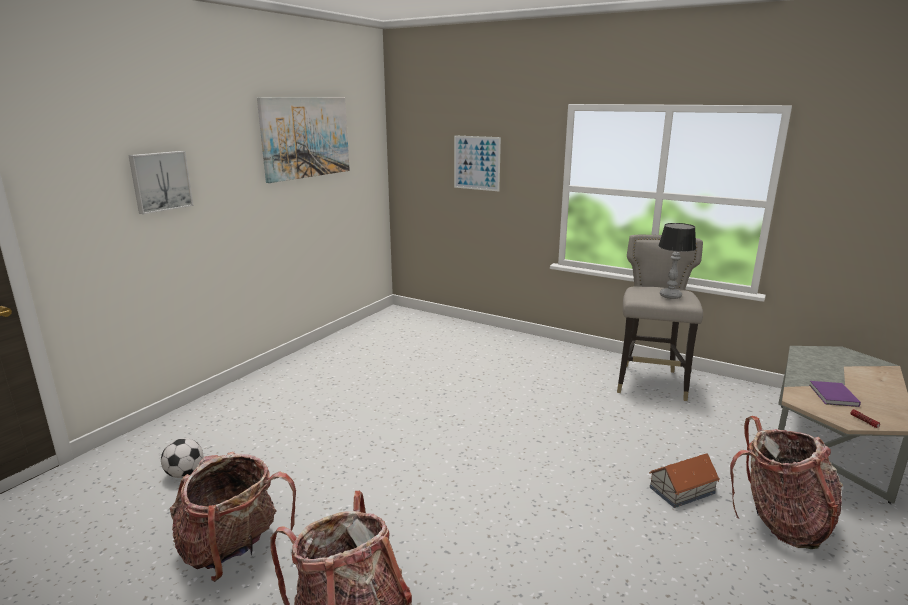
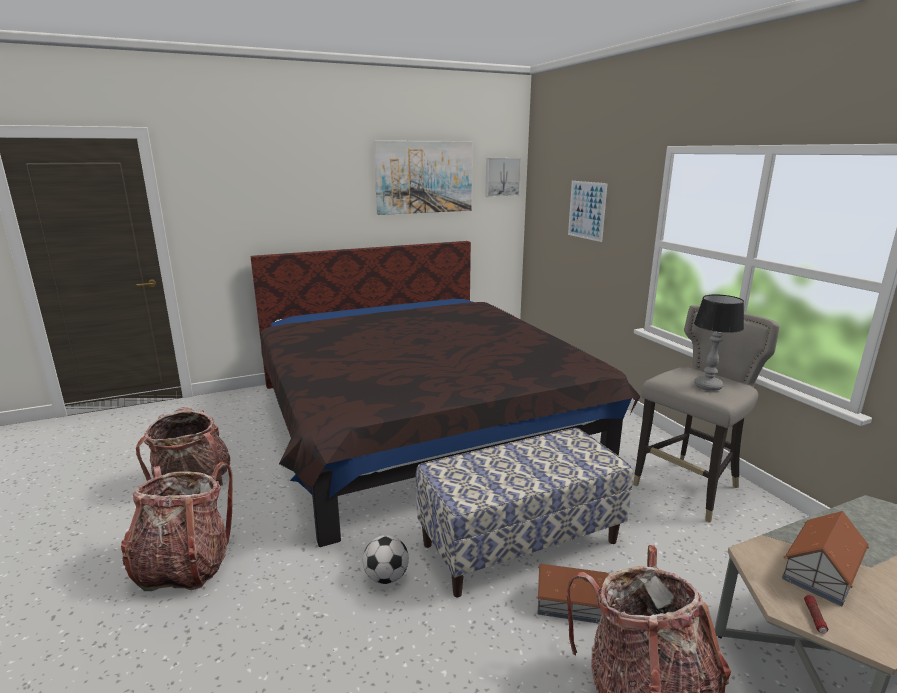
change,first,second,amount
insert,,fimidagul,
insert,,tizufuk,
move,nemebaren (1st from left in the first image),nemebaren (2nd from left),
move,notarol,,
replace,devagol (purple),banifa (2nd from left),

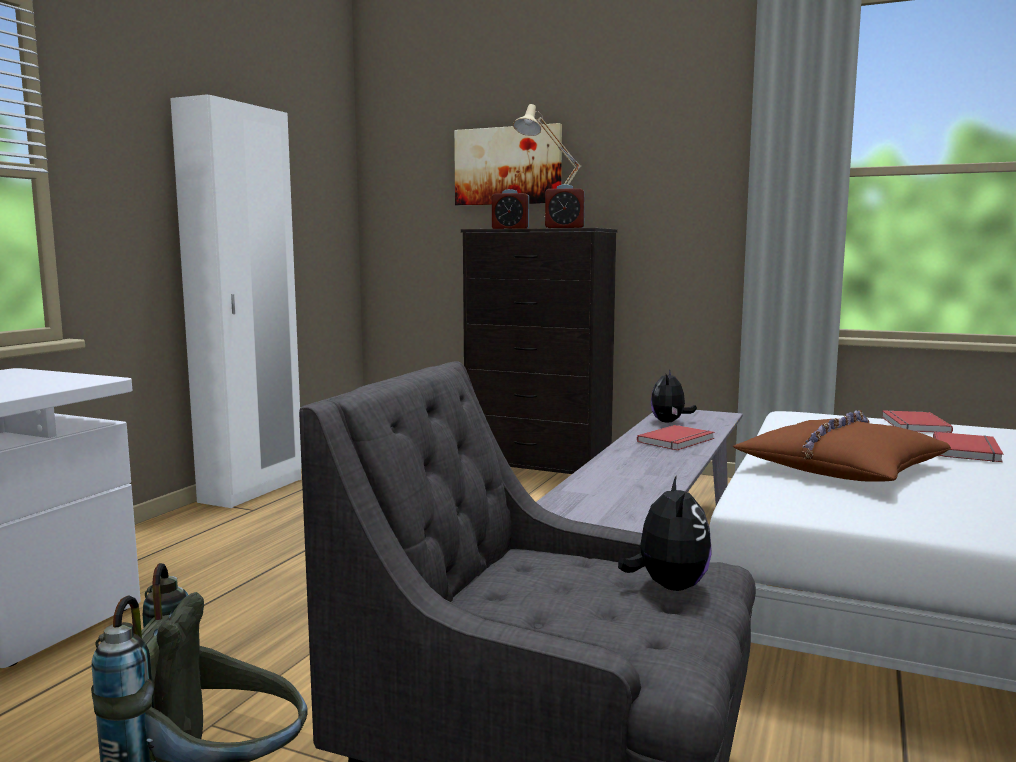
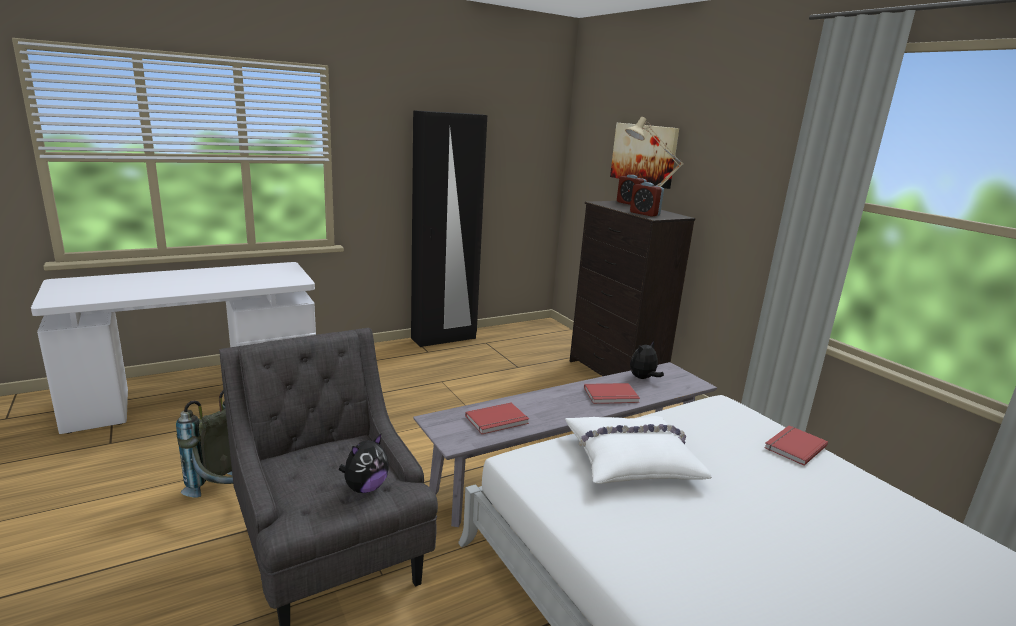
change,first,second,amount
move,devagol (red) (3rd from left in the first image),devagol (red) (1st from left),
recolor,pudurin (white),pudurin (black),
recolor,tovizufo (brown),tovizufo (white),

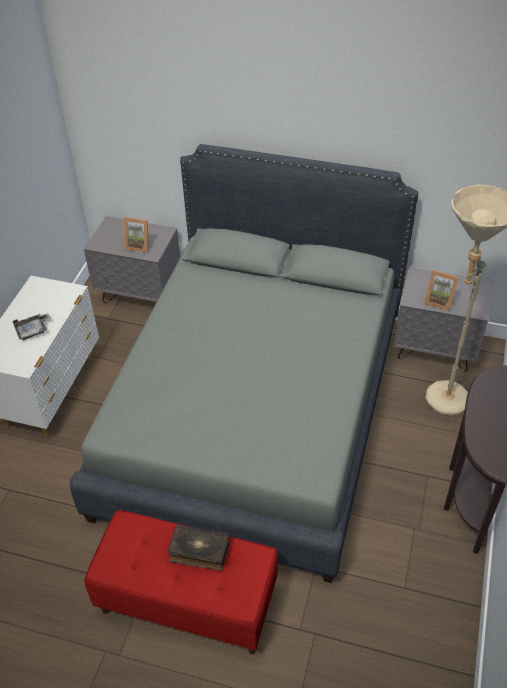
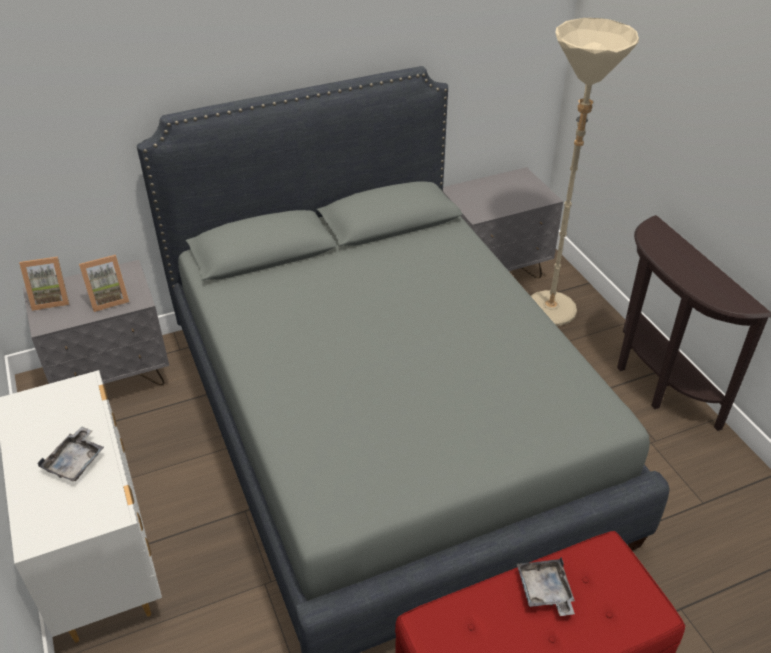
change,first,second,amount
move,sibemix (2nd from left in the first image),sibemix (1st from left),
replace,devagol,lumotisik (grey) (2nd from left),

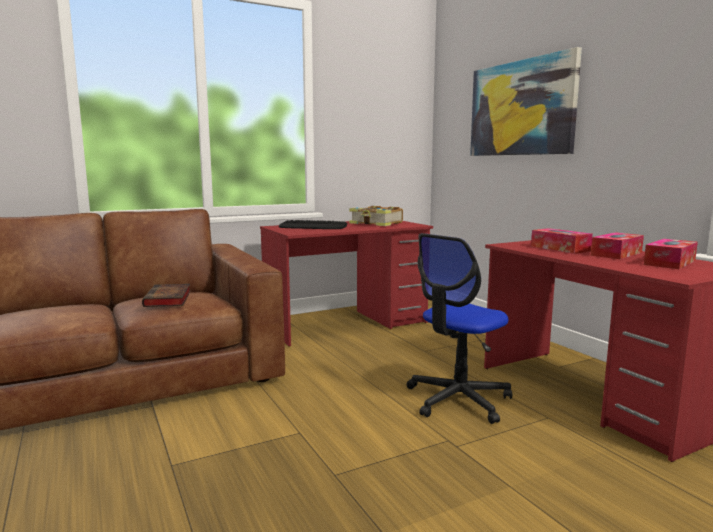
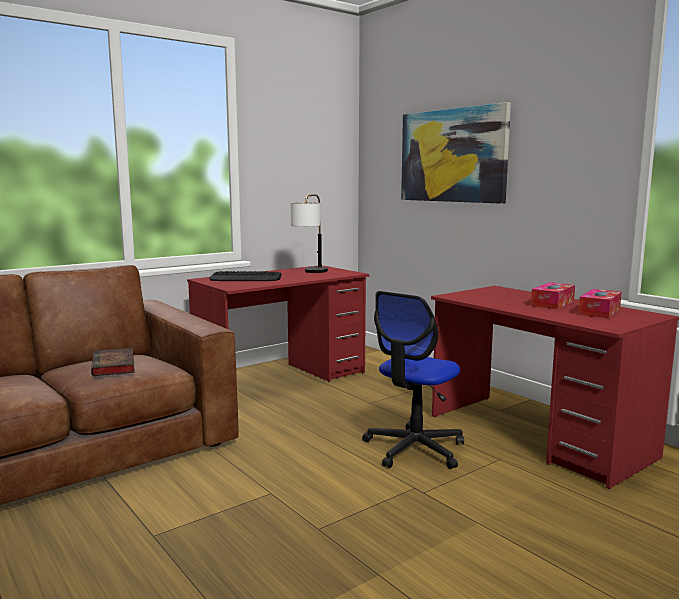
change,first,second,amount
delete,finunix (1st from left),,
replace,devagol (2nd from left),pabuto,

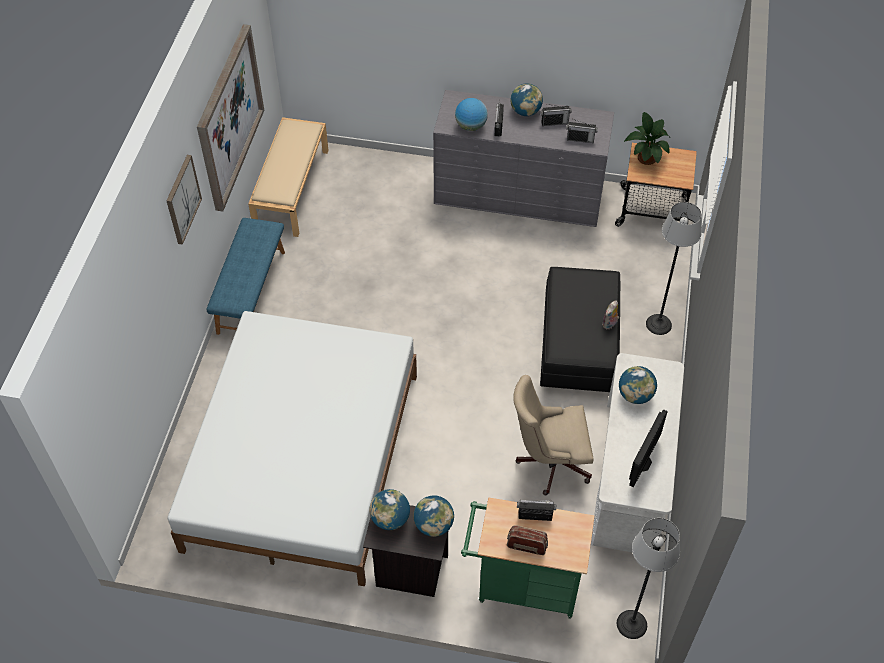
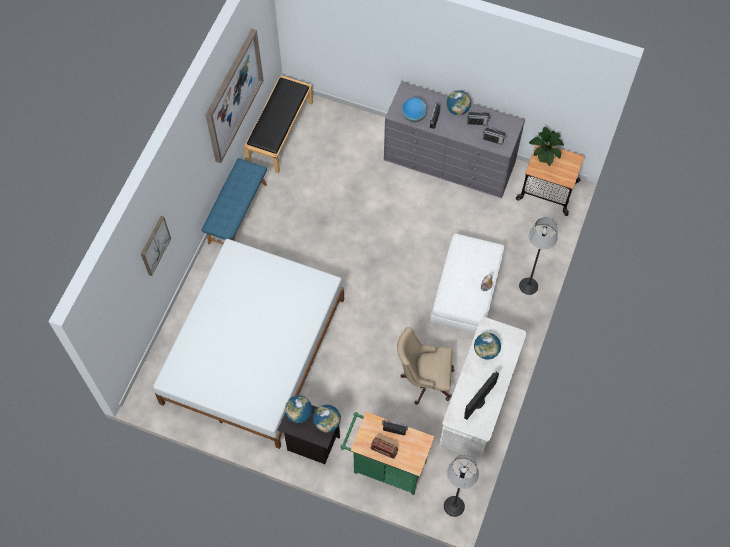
change,first,second,amount
move,nemebaren (1st from left),,
recolor,tizufuk (beige),tizufuk (black),
recolor,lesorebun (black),lesorebun (white),

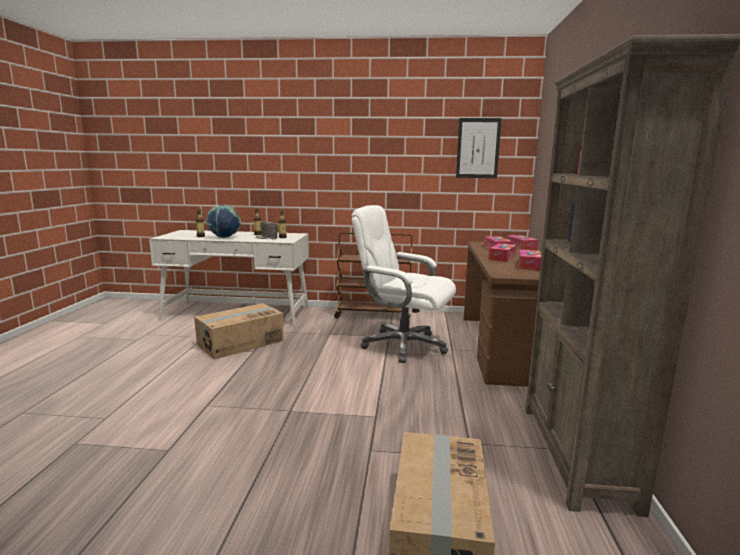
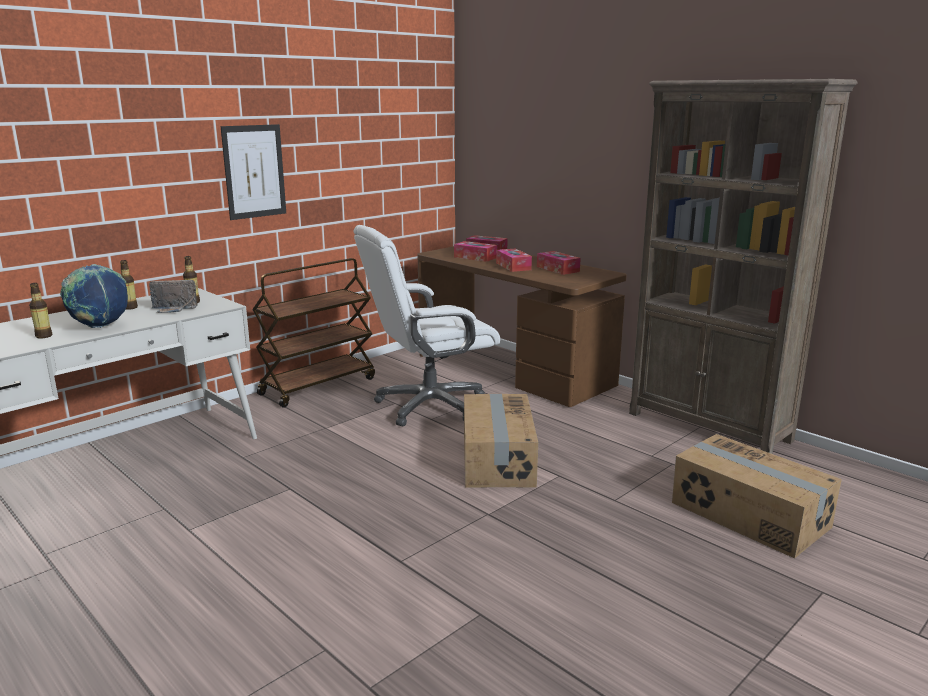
change,first,second,amount
move,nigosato (1st from left),,
move,nemebaren,,

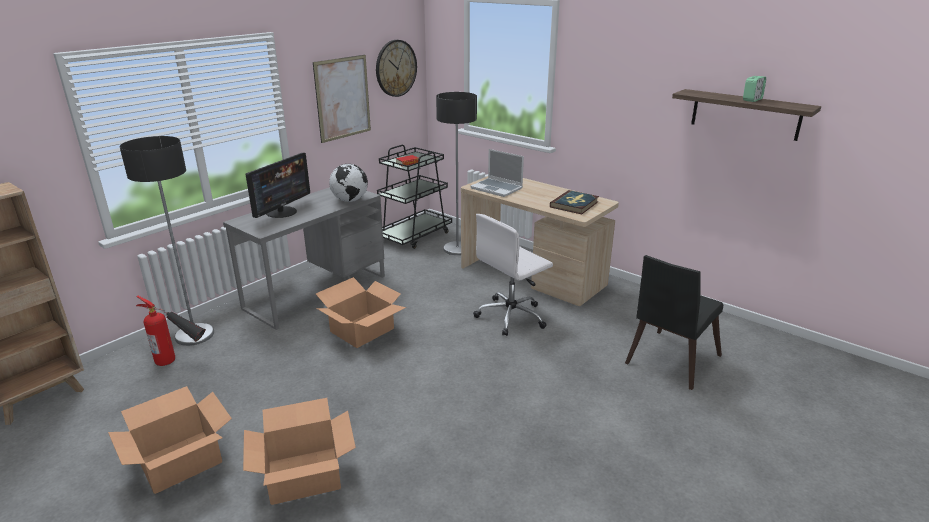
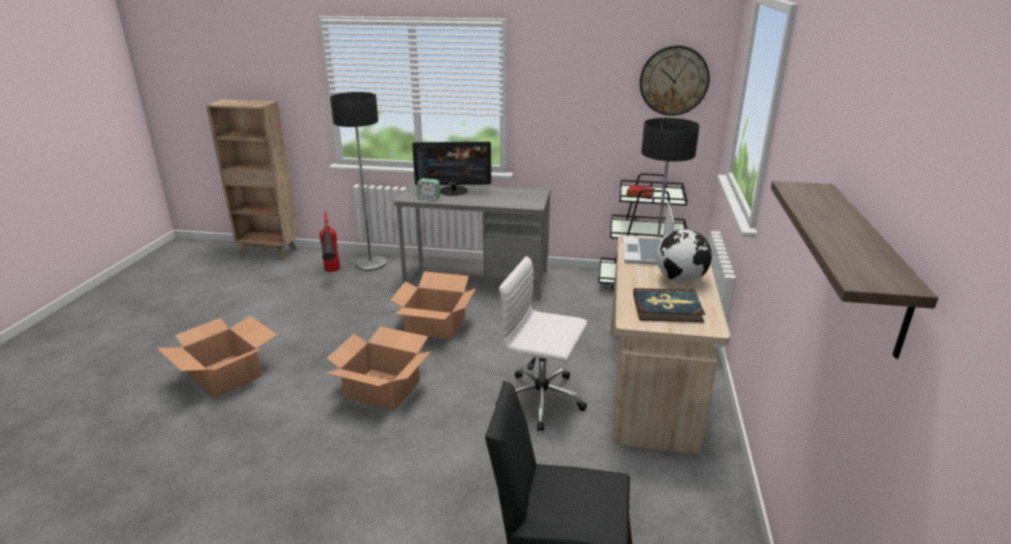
change,first,second,amount
delete,nemebaren,,
move,nigosato (1st from left in the first image),nigosato (2nd from left),
move,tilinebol,,
move,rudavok,,

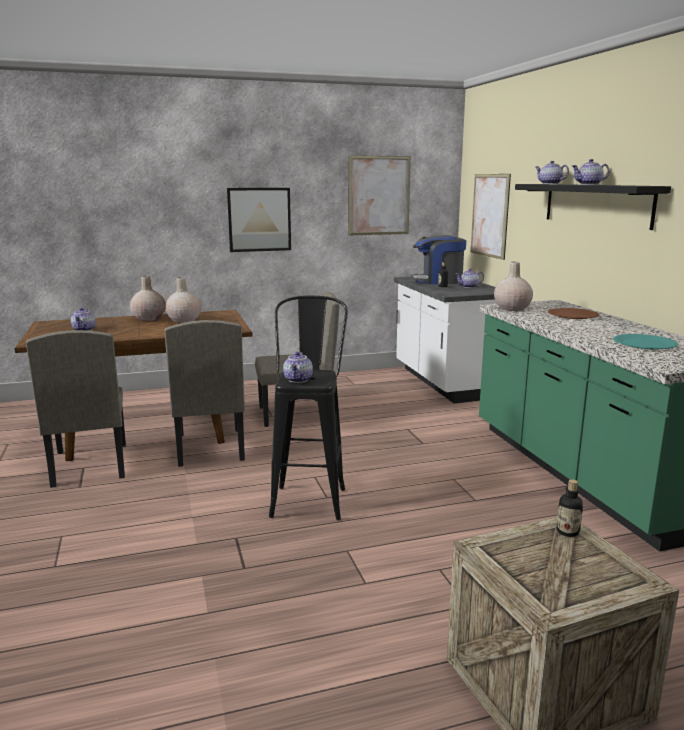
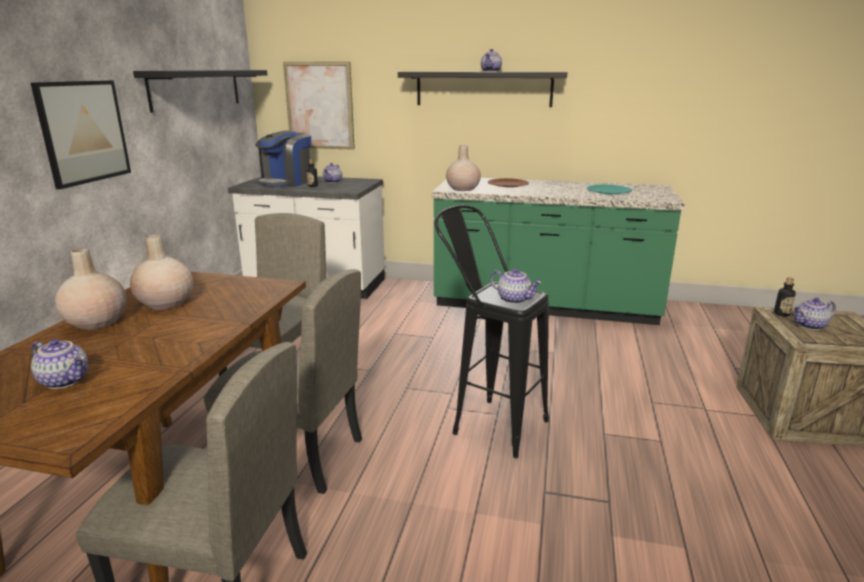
change,first,second,amount
move,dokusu (4th from left in the first image),dokusu (5th from left),
replace,nemebaren (2nd from left),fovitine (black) (1st from left),

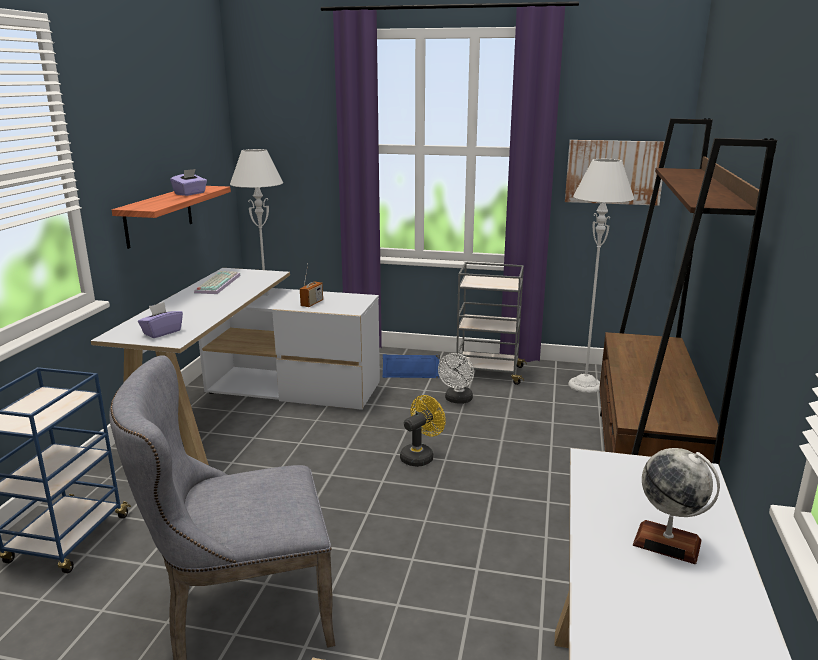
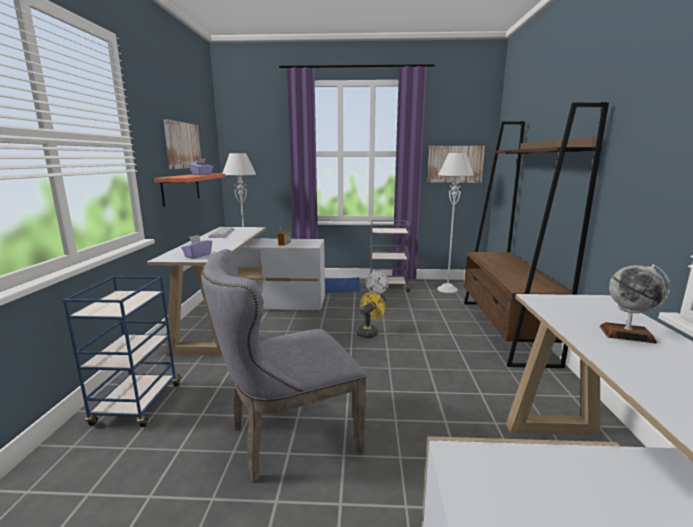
change,first,second,amount
insert,,nemebaren (1st from left),

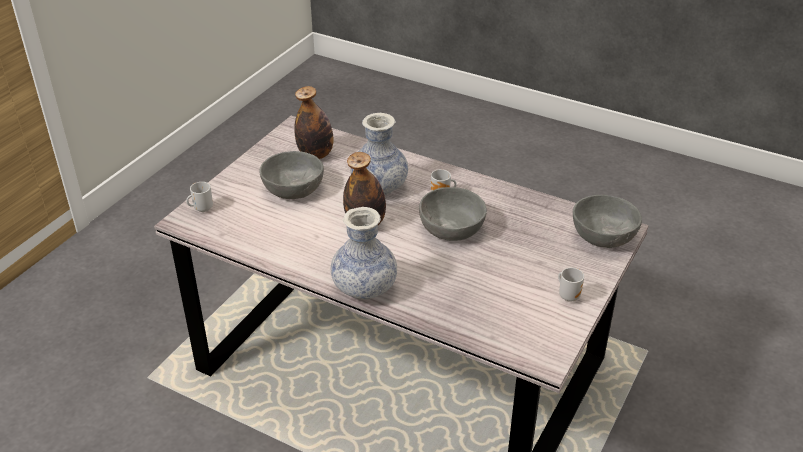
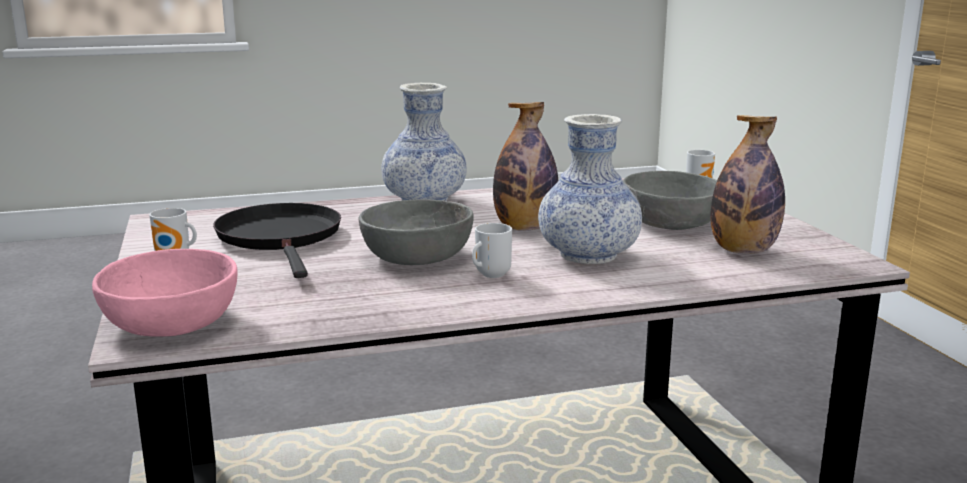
change,first,second,amount
insert,,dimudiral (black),
recolor,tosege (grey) (3rd from left),tosege (pink),

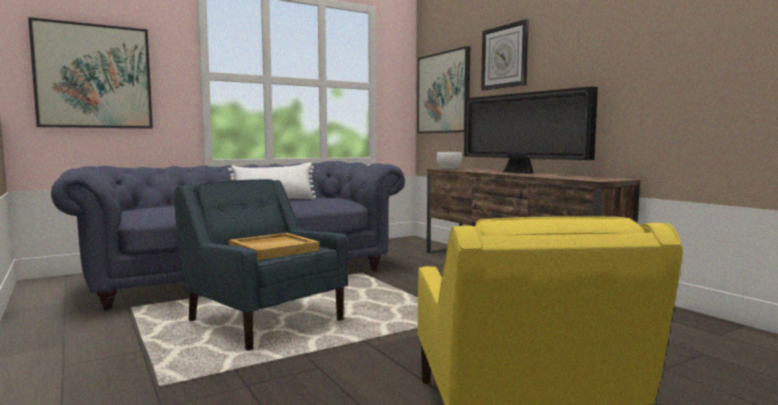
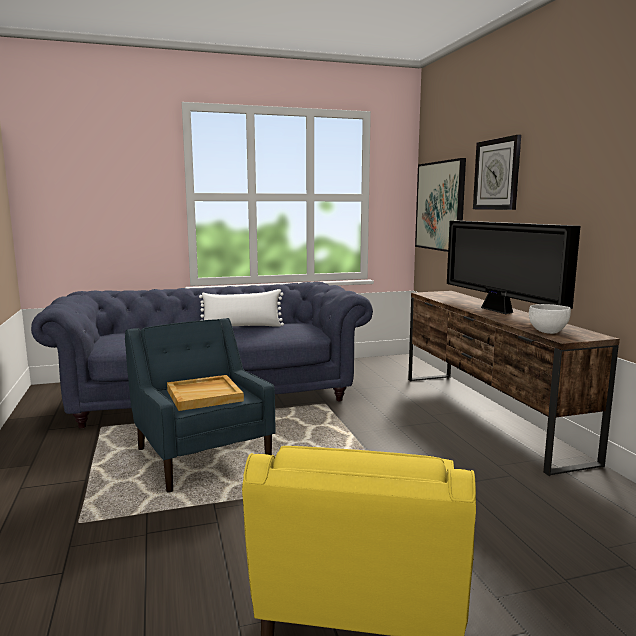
change,first,second,amount
delete,nemebaren (1st from left),,
move,tosege (white),,

